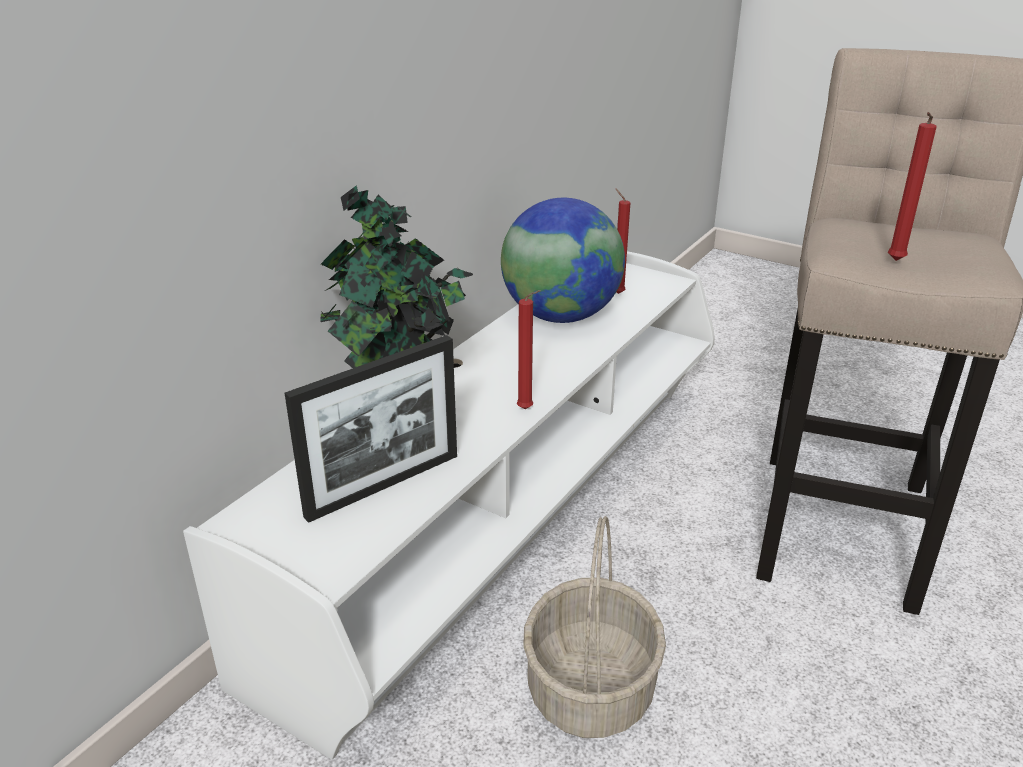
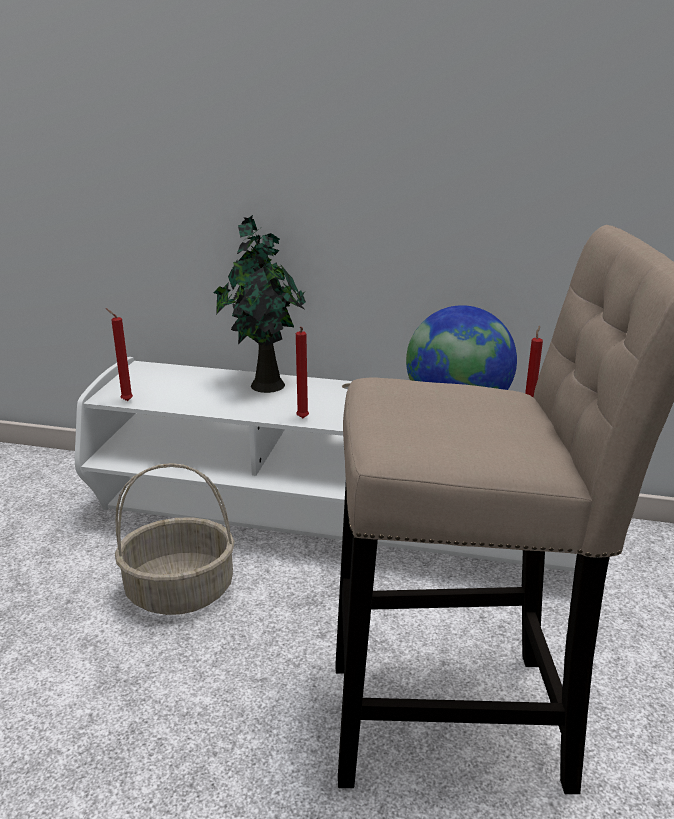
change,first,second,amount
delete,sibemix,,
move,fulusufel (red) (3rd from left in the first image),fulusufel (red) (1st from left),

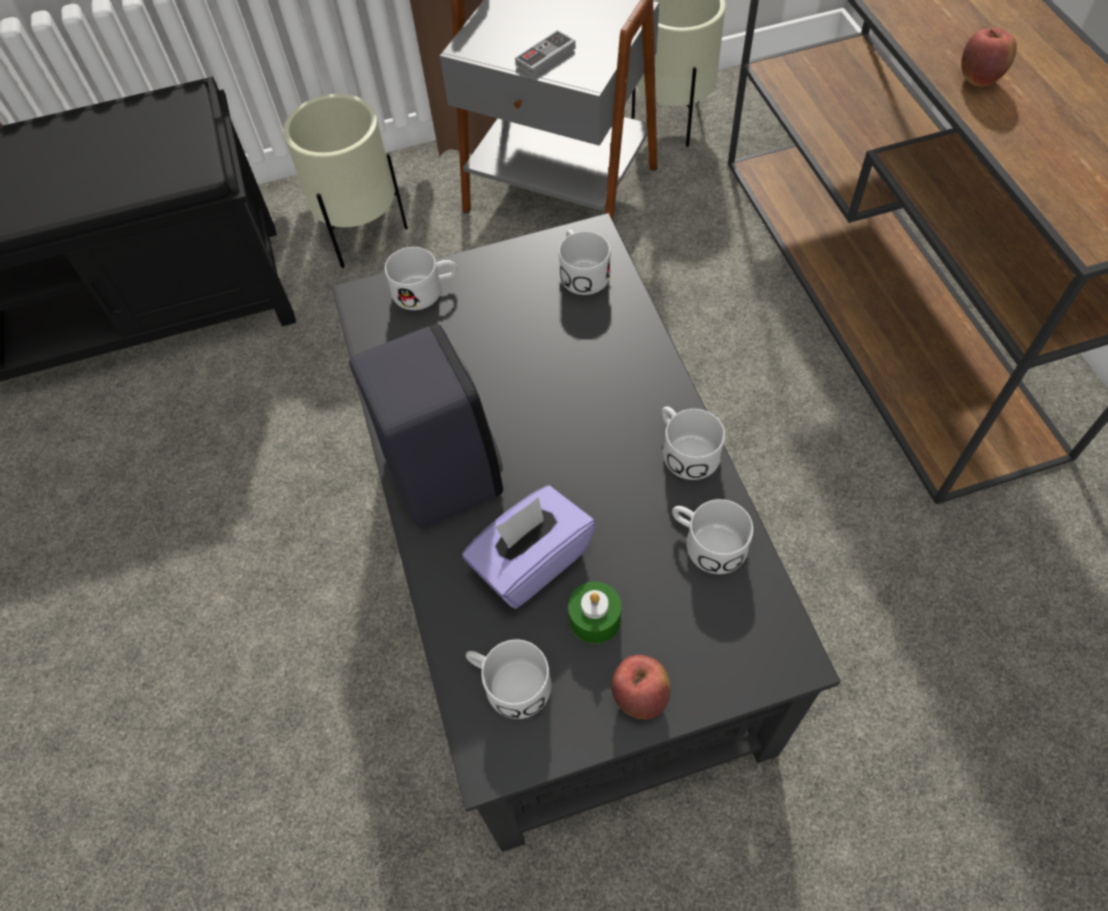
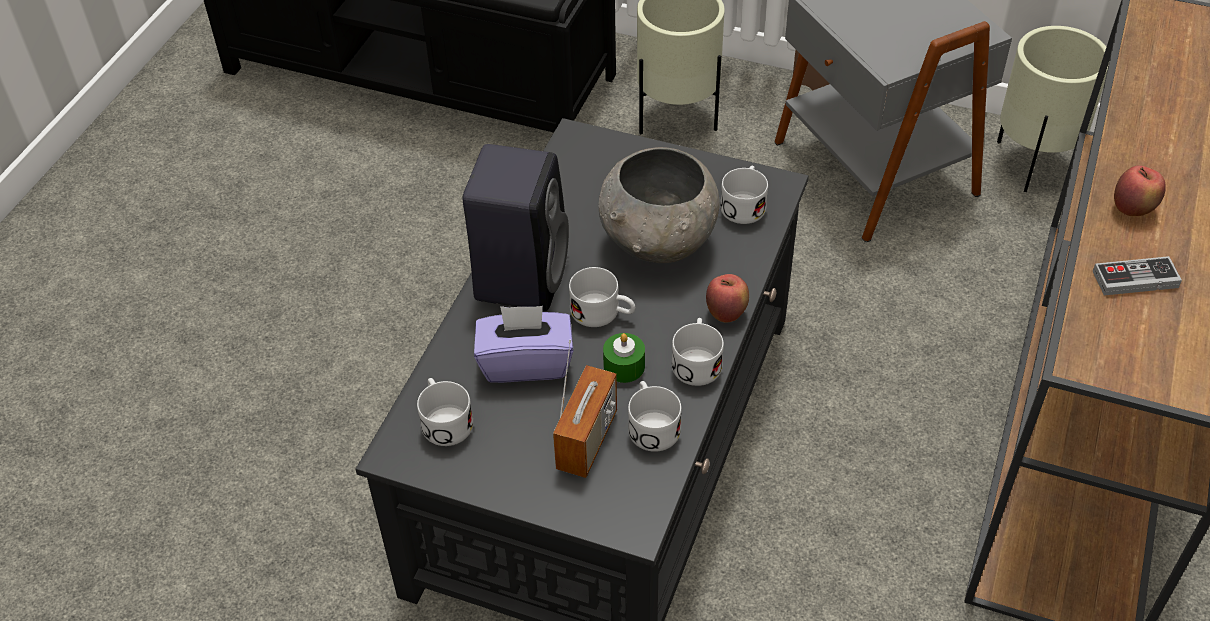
change,first,second,amount
insert,,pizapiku,
insert,,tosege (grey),
move,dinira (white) (1st from left in the first image),dinira (white) (2nd from left),
move,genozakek,,
move,fulusufel (green),,
move,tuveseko (1st from left),,

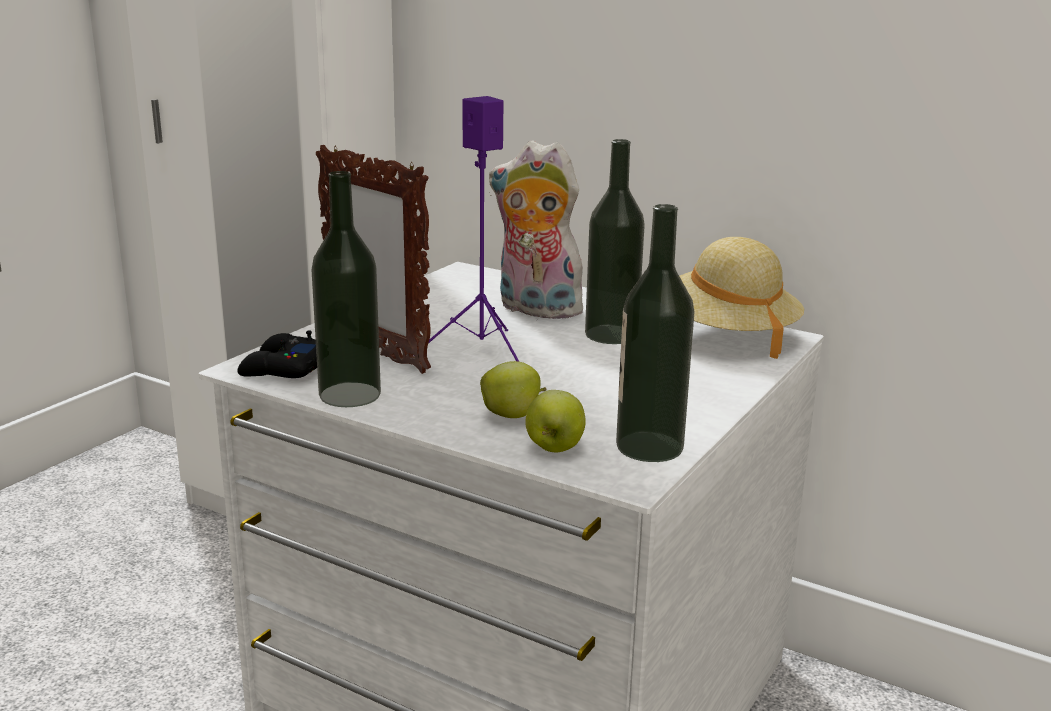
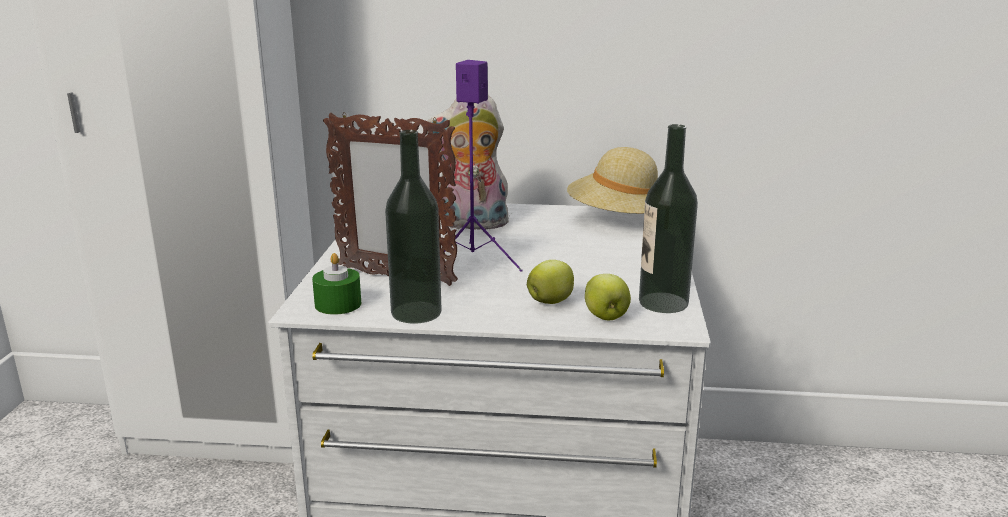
change,first,second,amount
delete,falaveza (2nd from left),,
replace,genozakek (black),fulusufel (green),

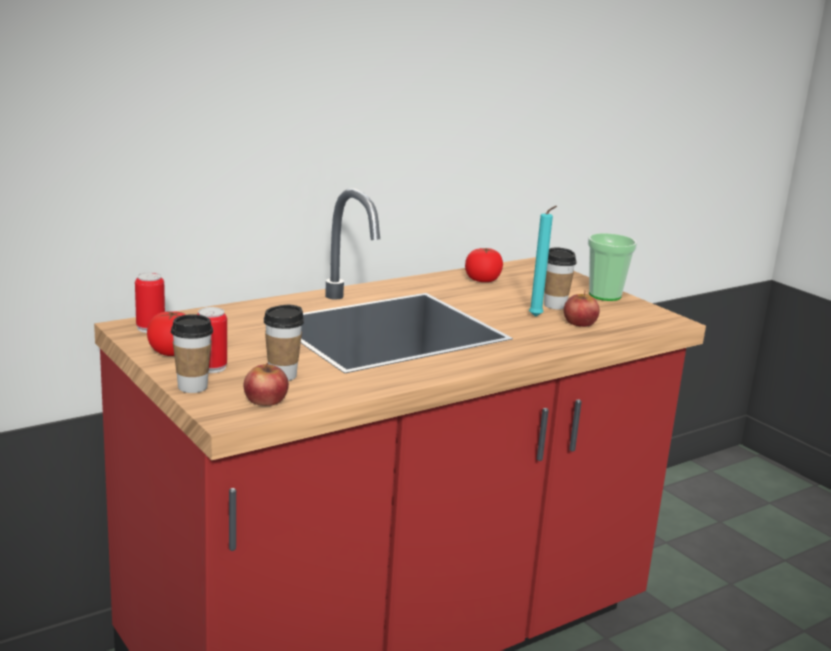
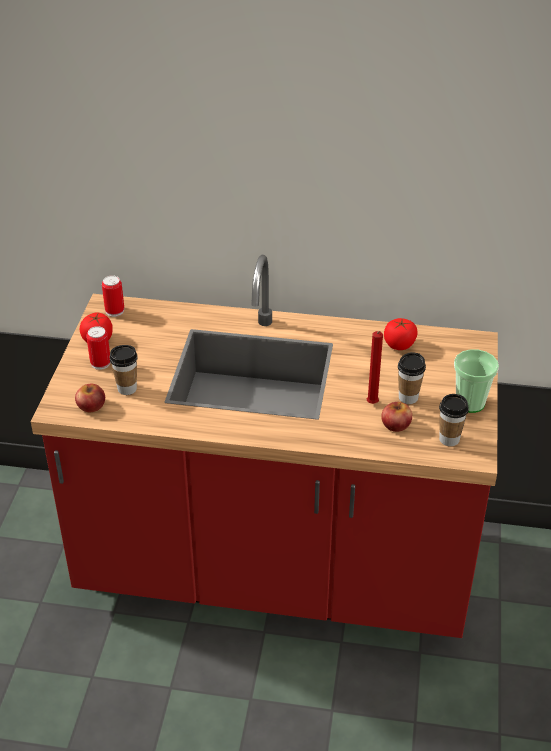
change,first,second,amount
move,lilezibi (1st from left in the first image),lilezibi (3rd from left),
recolor,fulusufel (turquoise),fulusufel (red),

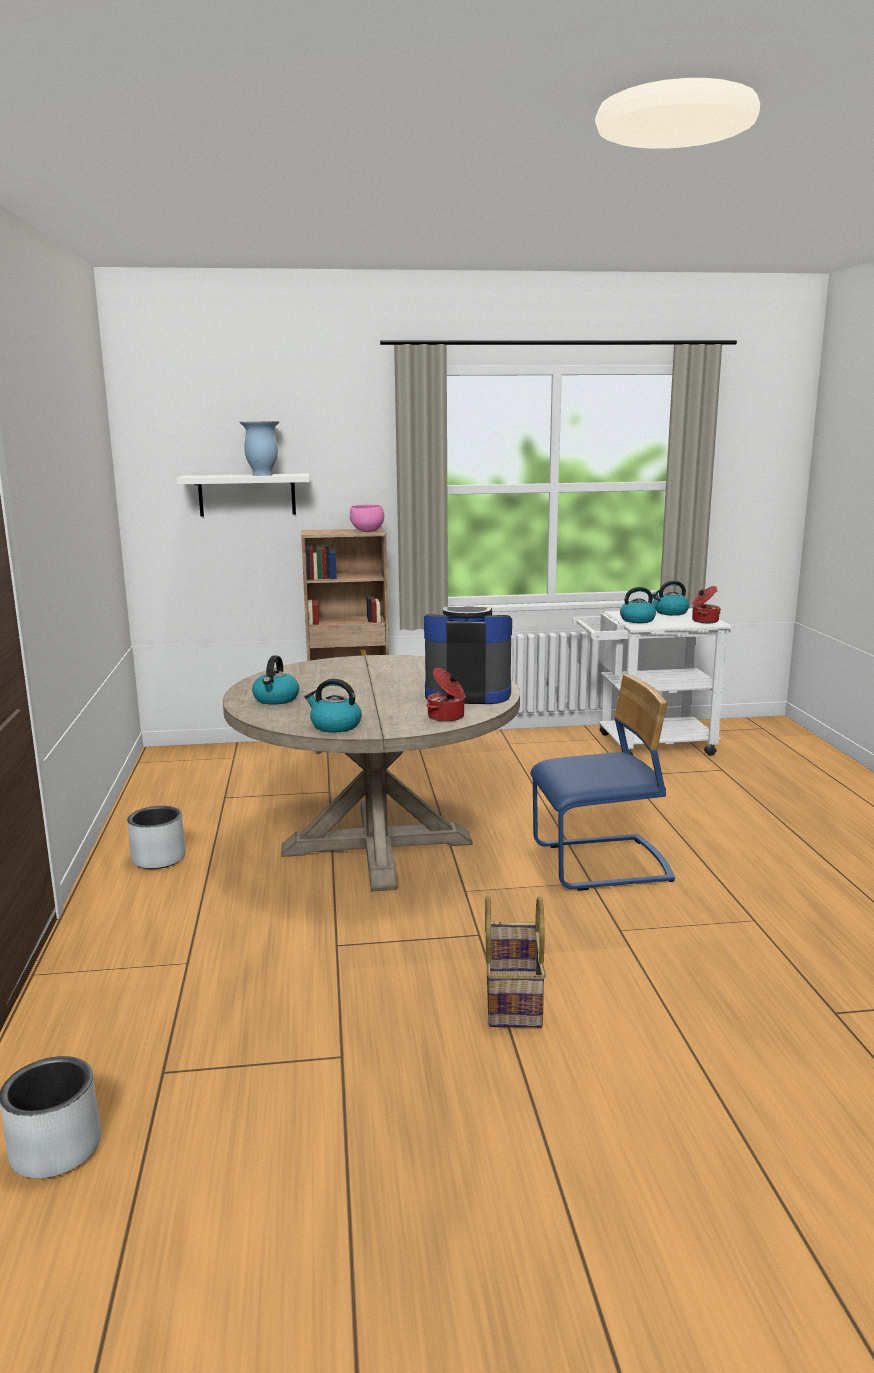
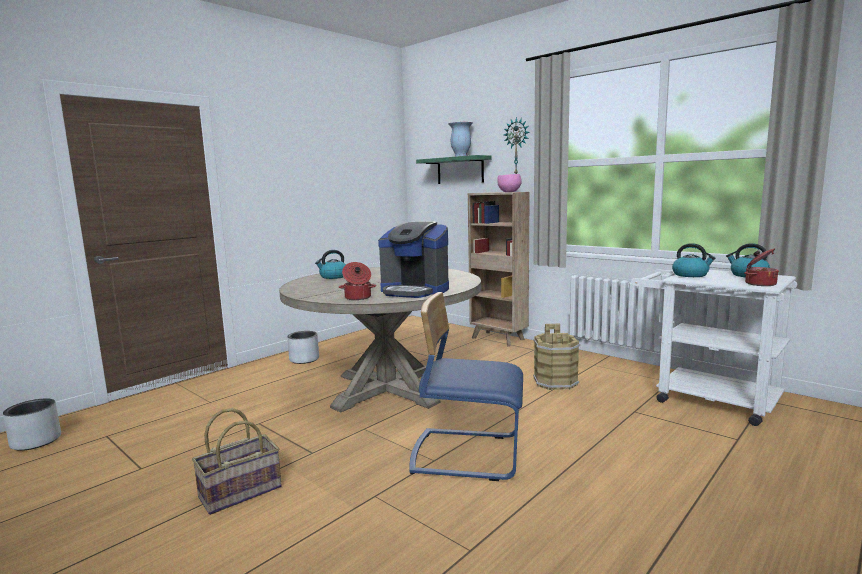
change,first,second,amount
delete,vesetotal (2nd from left),,
insert,,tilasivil,
insert,,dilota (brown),
recolor,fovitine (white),fovitine (green),
rotate,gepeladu,,150 degrees clockwise
rotate,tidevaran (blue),,150 degrees clockwise

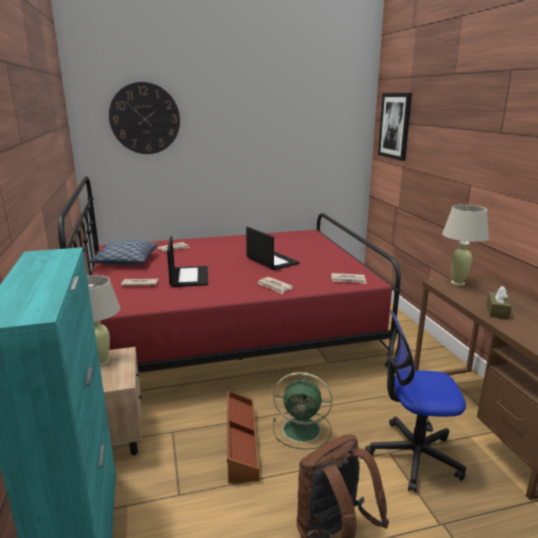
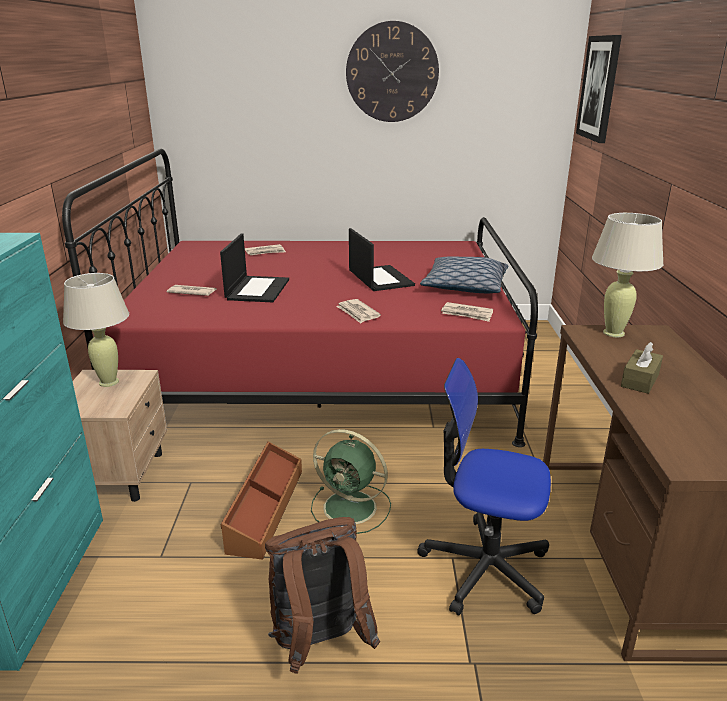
change,first,second,amount
move,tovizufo,,
move,tilasivil,,

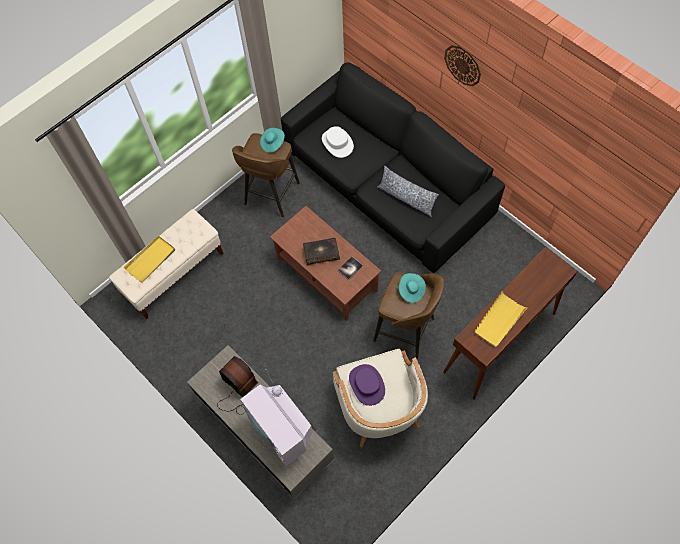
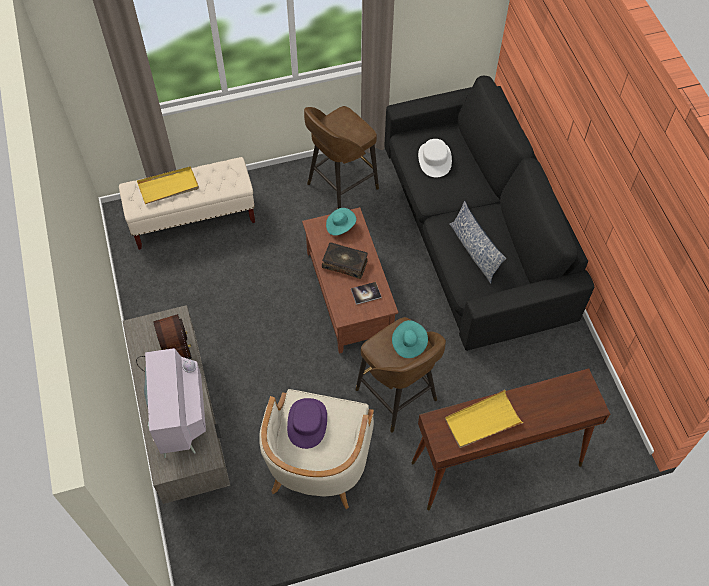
change,first,second,amount
delete,tilasivil,,
move,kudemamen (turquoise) (1st from left),,

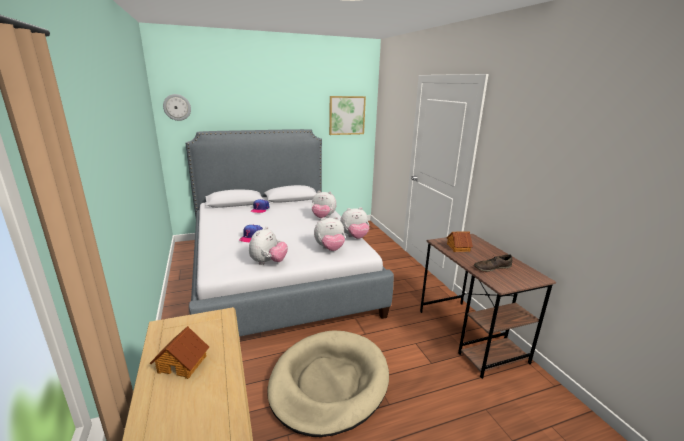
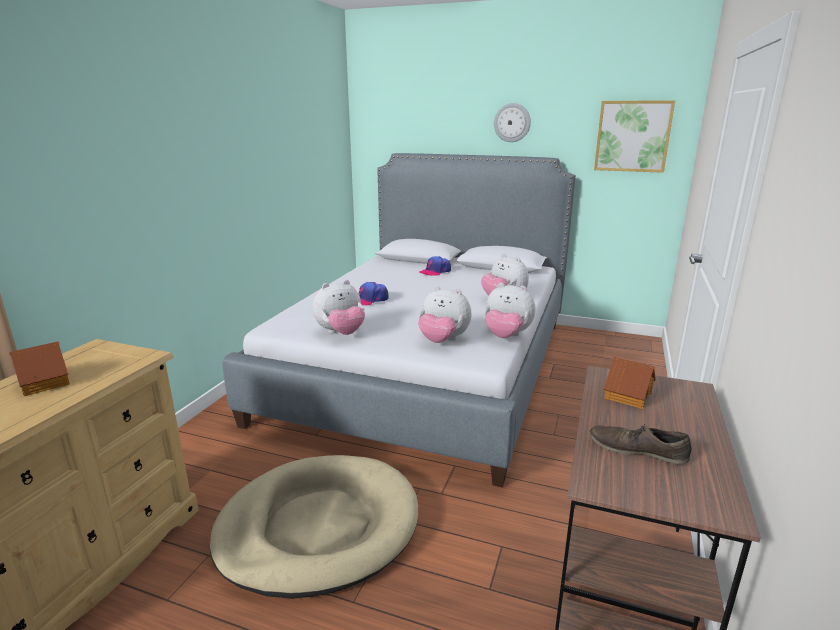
change,first,second,amount
move,tilasivil,,

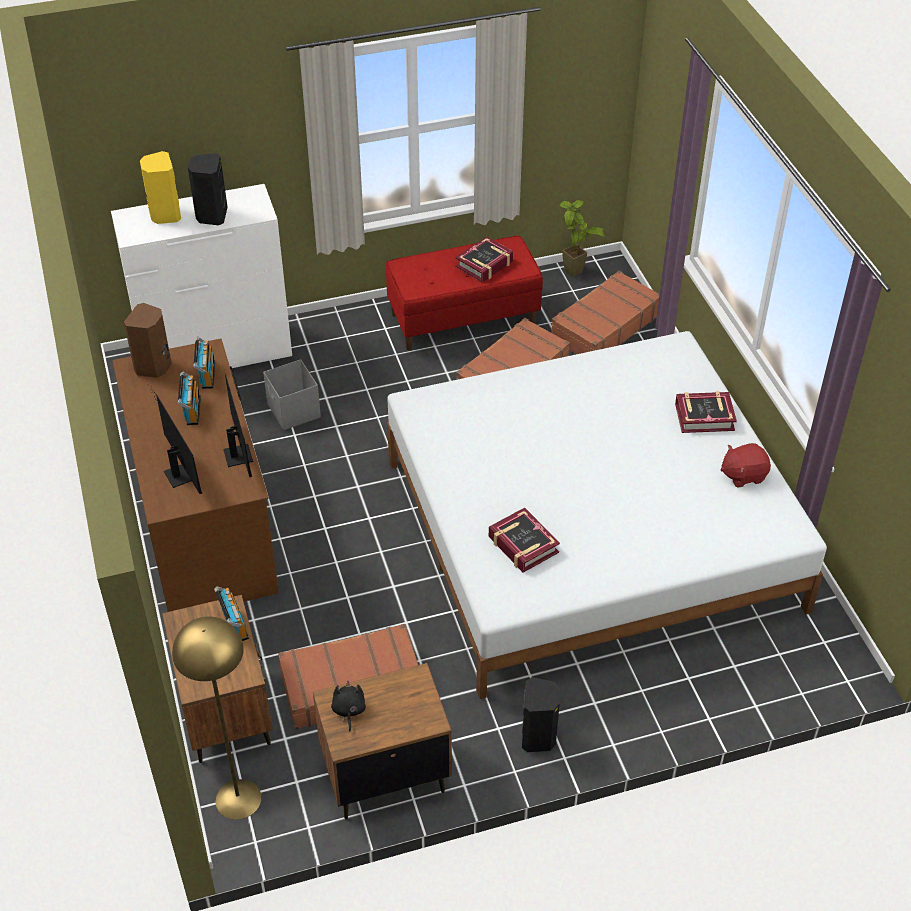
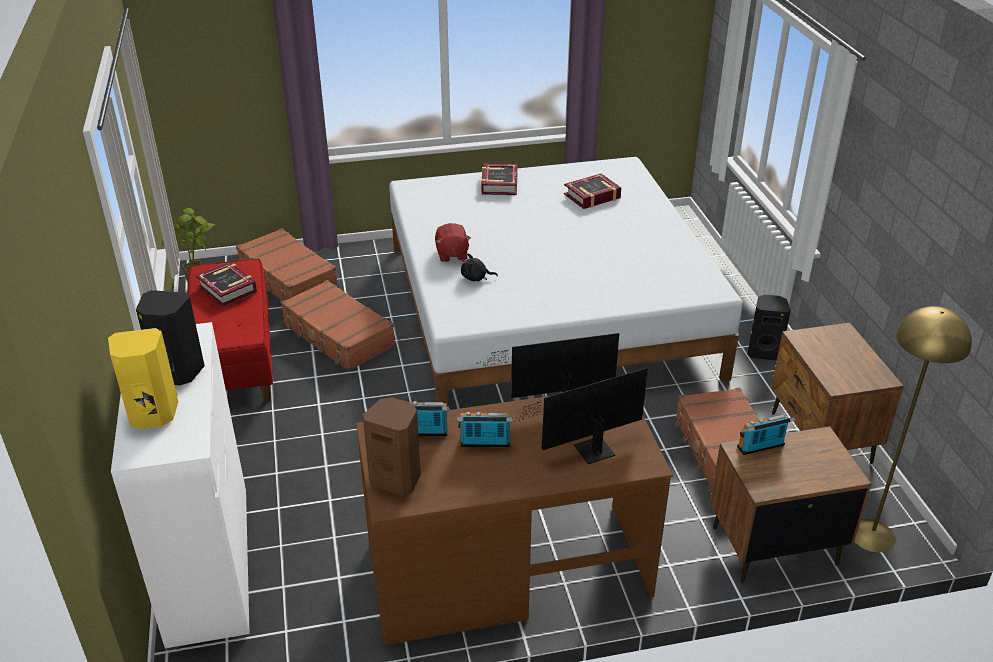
change,first,second,amount
delete,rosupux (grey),,
move,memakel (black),,
move,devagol (2nd from left in the first image),devagol (3rd from left),
move,memakel (red),,

